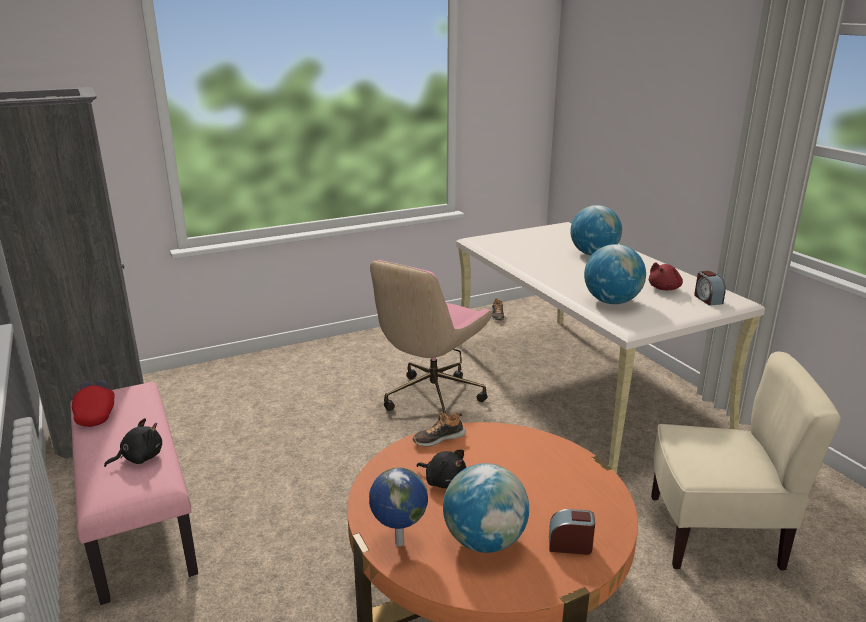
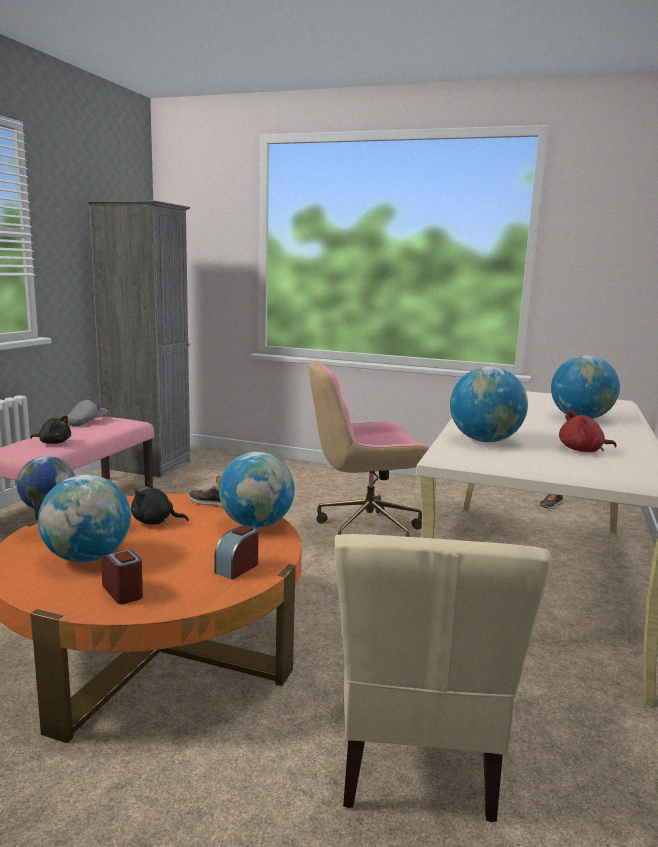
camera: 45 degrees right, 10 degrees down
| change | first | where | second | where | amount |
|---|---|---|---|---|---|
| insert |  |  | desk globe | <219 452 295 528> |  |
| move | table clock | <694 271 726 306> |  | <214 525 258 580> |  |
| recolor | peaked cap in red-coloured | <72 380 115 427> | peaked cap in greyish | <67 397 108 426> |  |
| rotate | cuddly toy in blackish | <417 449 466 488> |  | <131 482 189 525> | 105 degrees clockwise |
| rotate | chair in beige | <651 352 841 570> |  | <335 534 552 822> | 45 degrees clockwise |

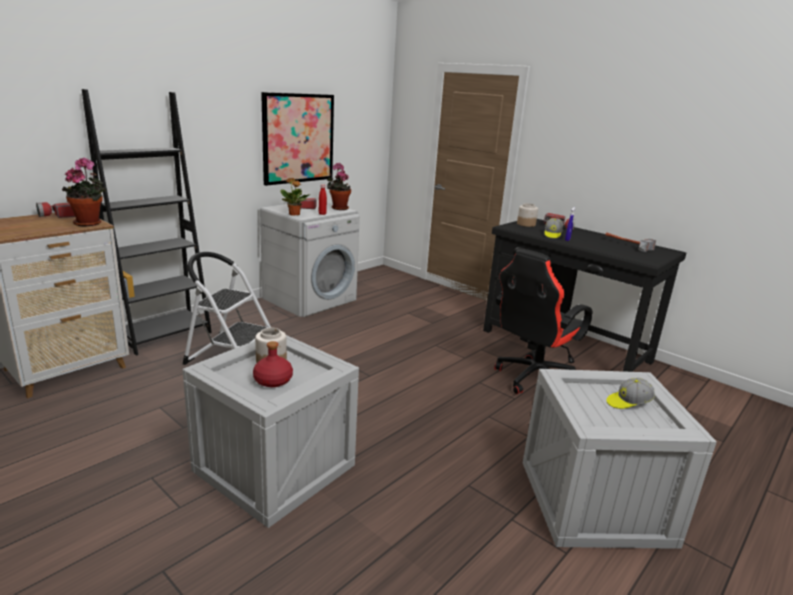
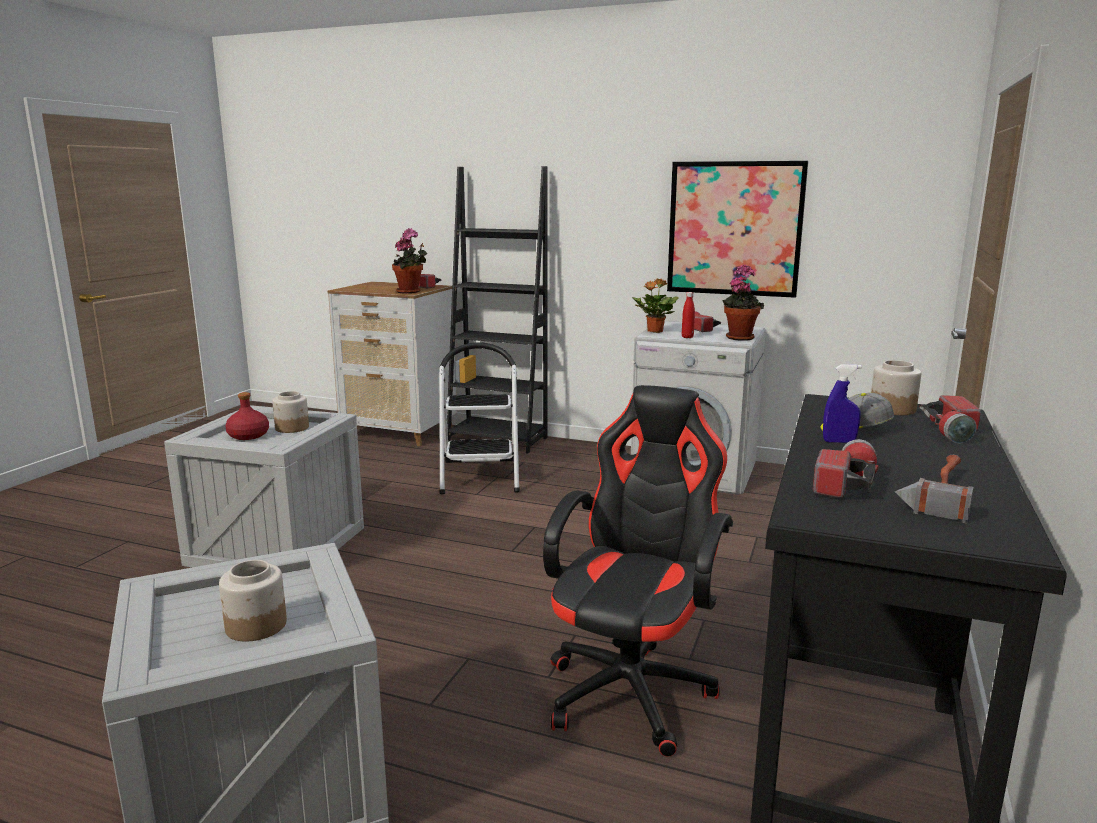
camera: 70 degrees right, 5 degrees down
| change | first | where | second | where | amount |
|---|---|---|---|---|---|
| insert |  |  | hand torch | <813 439 879 498> |  |
| replace | peaked cap | <606 378 655 409> | preserve jar | <219 560 287 642> |  |
| rotate | computer chair in blackish | <494 249 593 394> |  | <543 385 733 757> | 90 degrees clockwise |

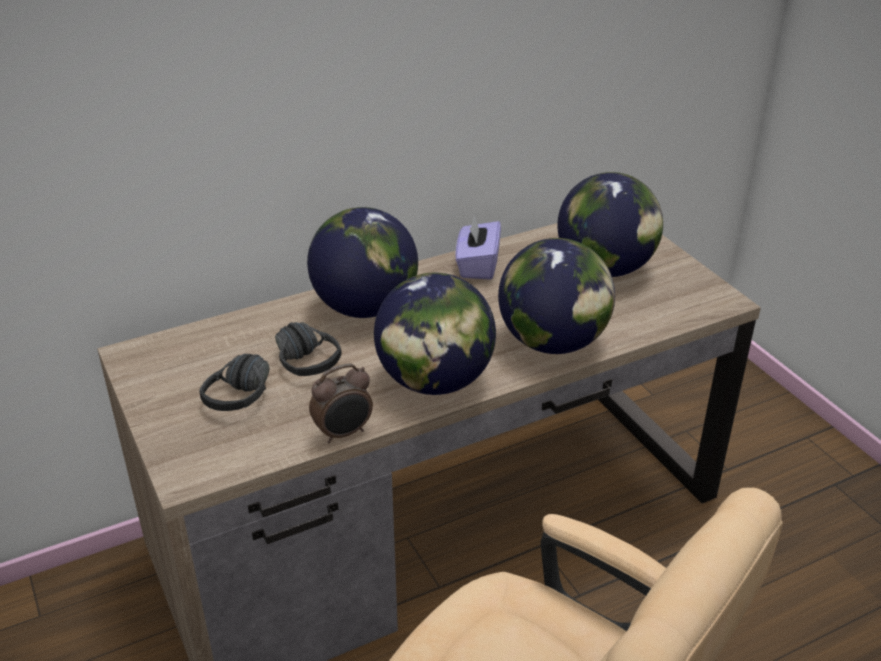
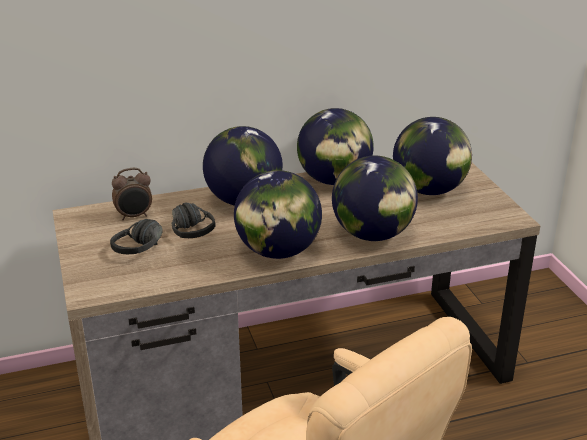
camera: 10 degrees right, 5 degrees down
| change | first | where | second | where | amount |
|---|---|---|---|---|---|
| move | table clock | <309 363 373 443> |  | <112 168 152 220> |  |
| replace | tissue holder in purplish | <455 215 501 280> | desk globe | <297 108 374 185> |  |

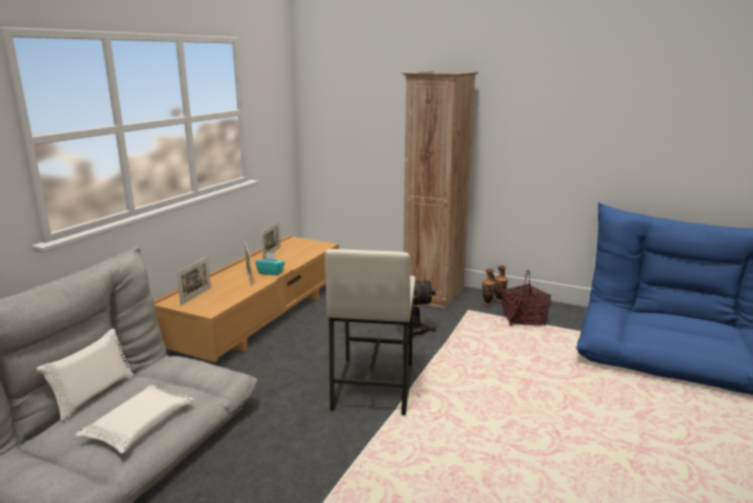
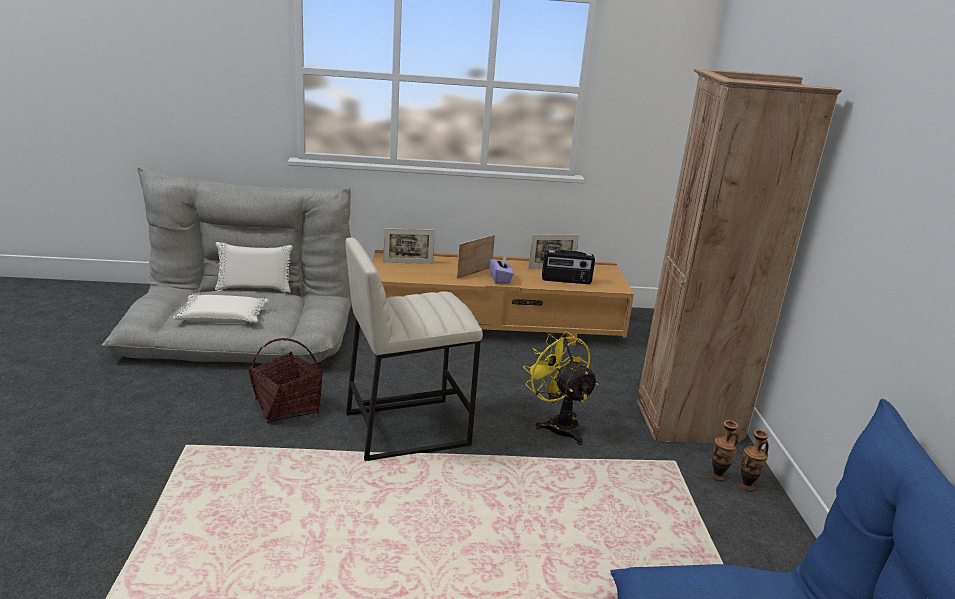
camera: 60 degrees right, 5 degrees up
| change | first | where | second | where | amount |
|---|---|---|---|---|---|
| insert |  |  | radio | <542 250 595 284> |  |
| move | household basket | <502 270 551 326> |  | <249 338 322 424> |  |
| recolor | tissue holder in turquoise-coloured | <255 252 285 275> | tissue holder in purplish | <489 255 514 284> |  |

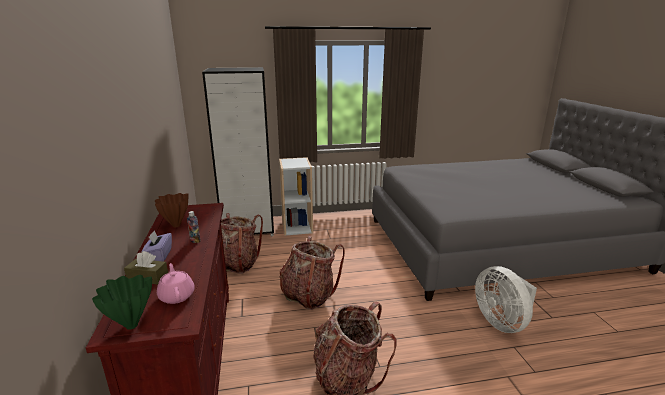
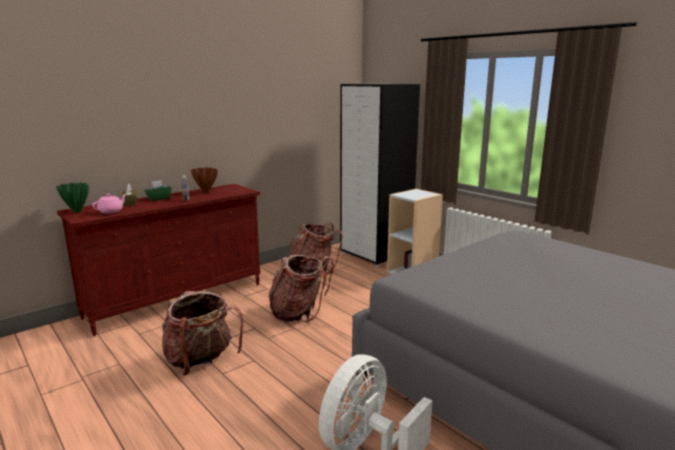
camera: 60 degrees right, 5 degrees down
| change | first | where | second | where | amount |
|---|---|---|---|---|---|
| recolor | tissue holder in purplish | <142 231 172 262> | tissue holder in green-coloured | <144 180 172 201> |  |

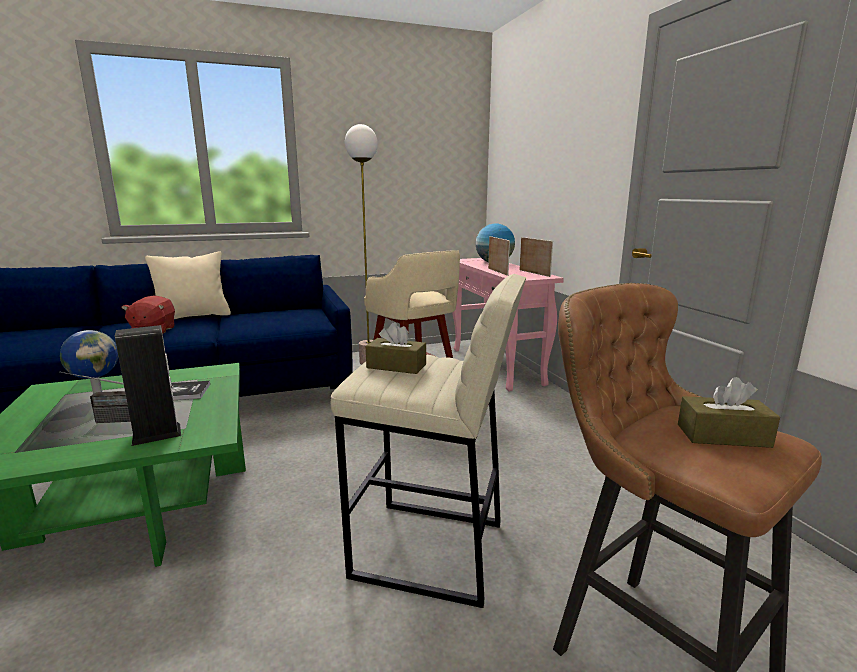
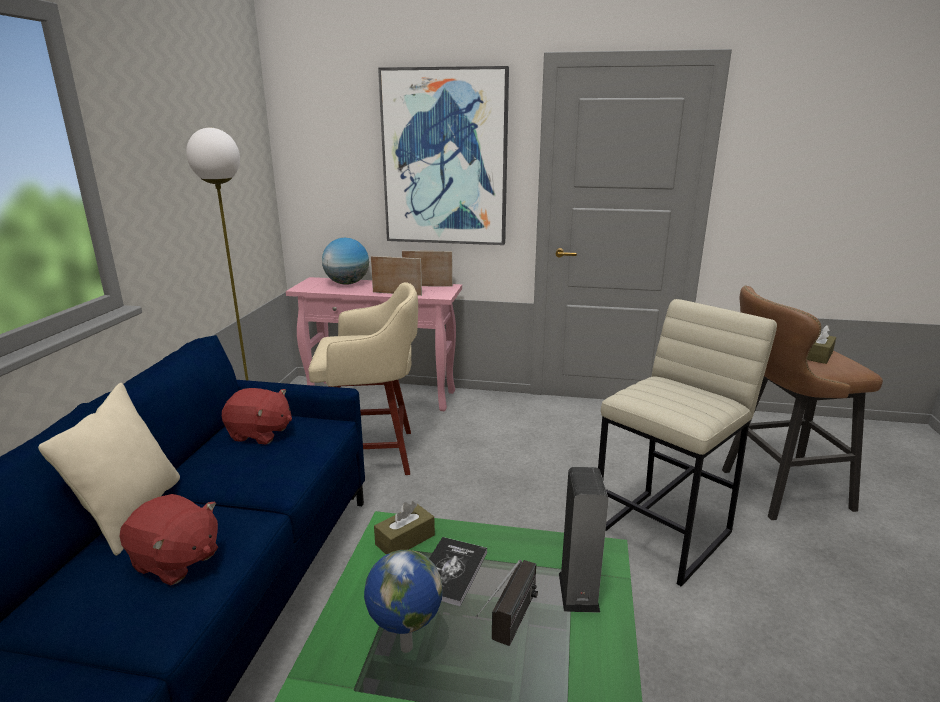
camera: 60 degrees left, 5 degrees up
| change | first | where | second | where | amount |
|---|---|---|---|---|---|
| insert |  |  | cuddly toy in red-coloured | <222 388 292 444> |  |
| insert |  |  | picture | <378 66 509 245> |  |
| move | tissue holder in brownish | <366 322 426 374> |  | <374 501 435 555> |  |

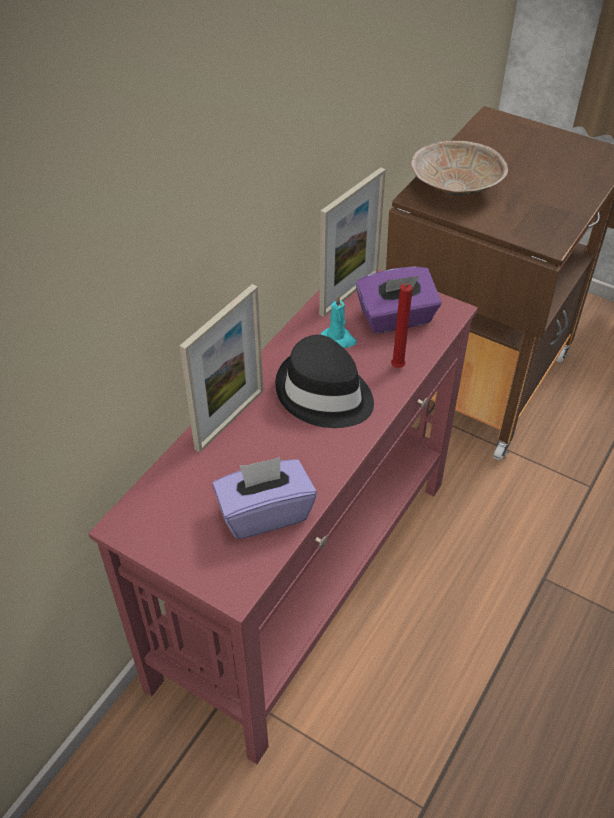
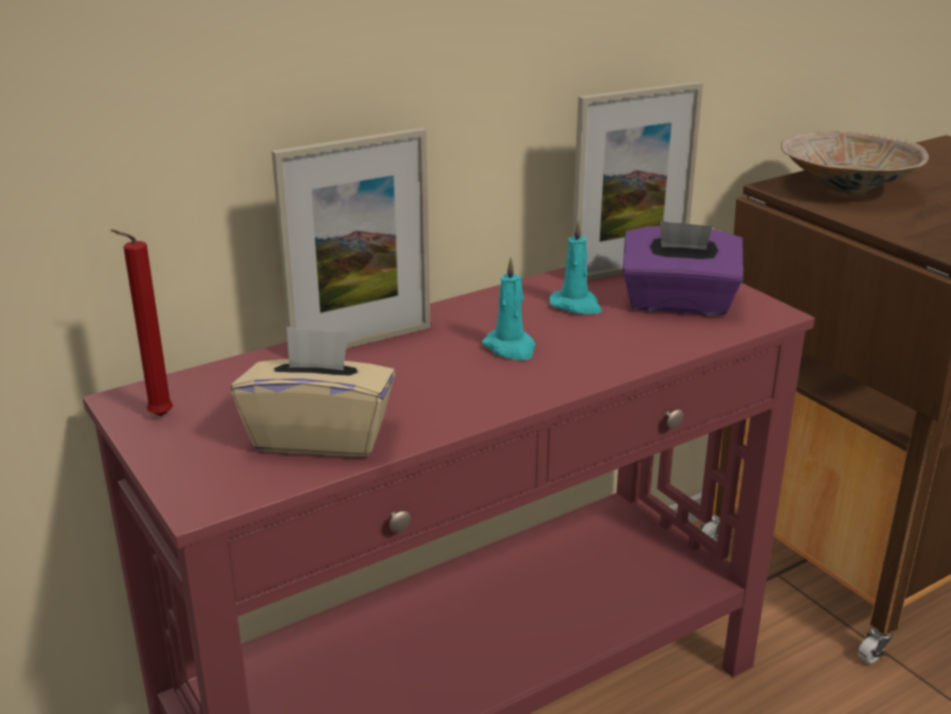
camera: 25 degrees right, 20 degrees down
| change | first | where | second | where | amount |
|---|---|---|---|---|---|
| move | candle in red-coloured | <391 283 413 368> |  | <110 230 173 416> |  |
| replace | wearable hat in blackish | <275 335 374 428> | candle in turquoise-coloured | <482 258 536 361> |  |
| recolor | tissue holder in purplish | <212 457 317 539> | tissue holder in beige | <231 326 395 457> |  |

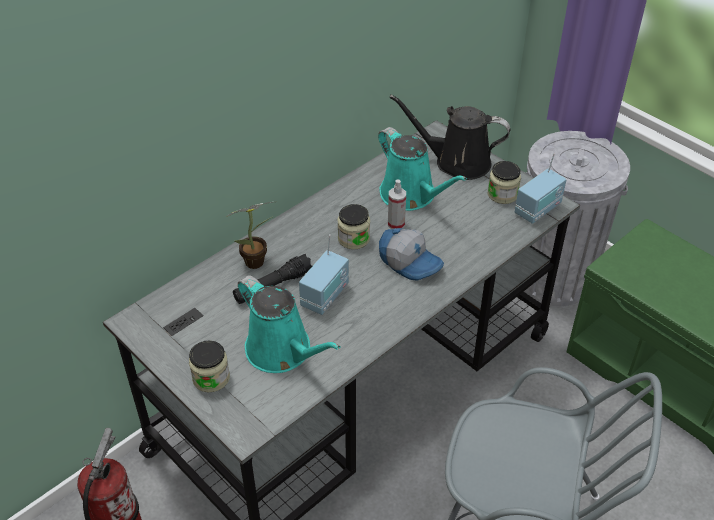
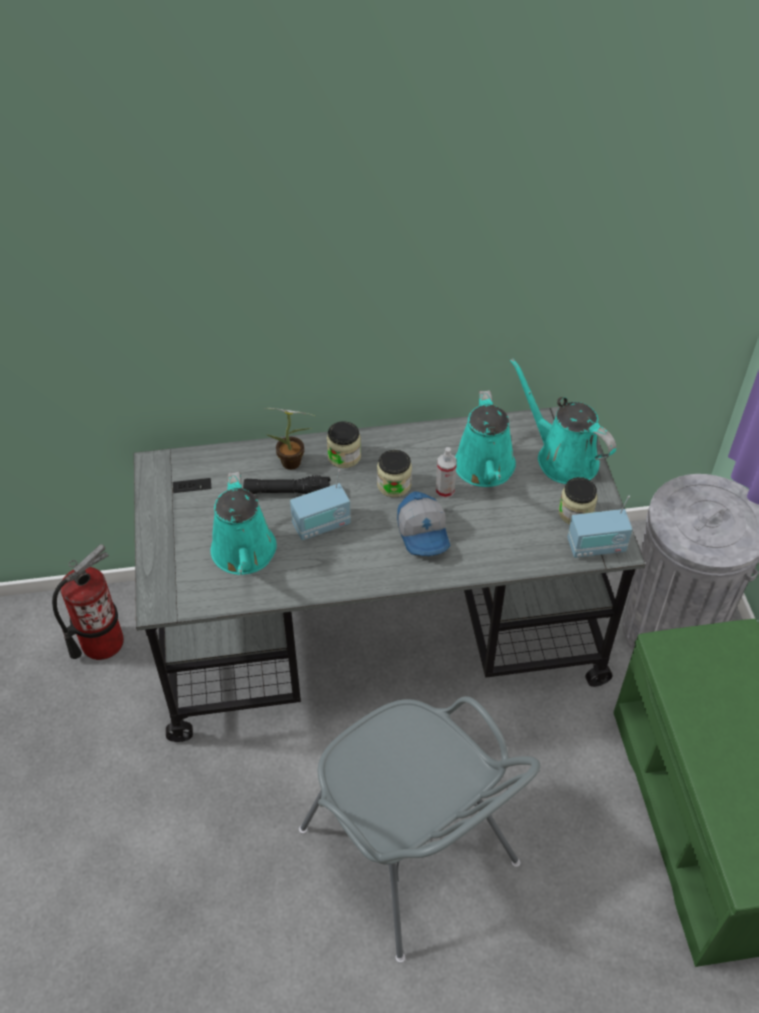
camera: 35 degrees right, 5 degrees up
| change | first | where | second | where | amount |
|---|---|---|---|---|---|
| move | preserve jar | <189 340 230 392> |  | <327 421 361 468> |  |
| recolor | watering can in blackish | <389 95 510 180> | watering can in turquoise-coloured | <510 358 616 484> |  |

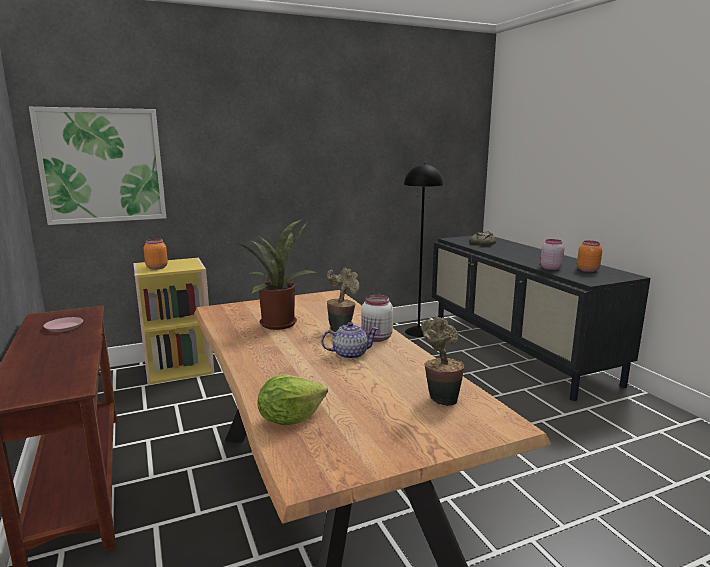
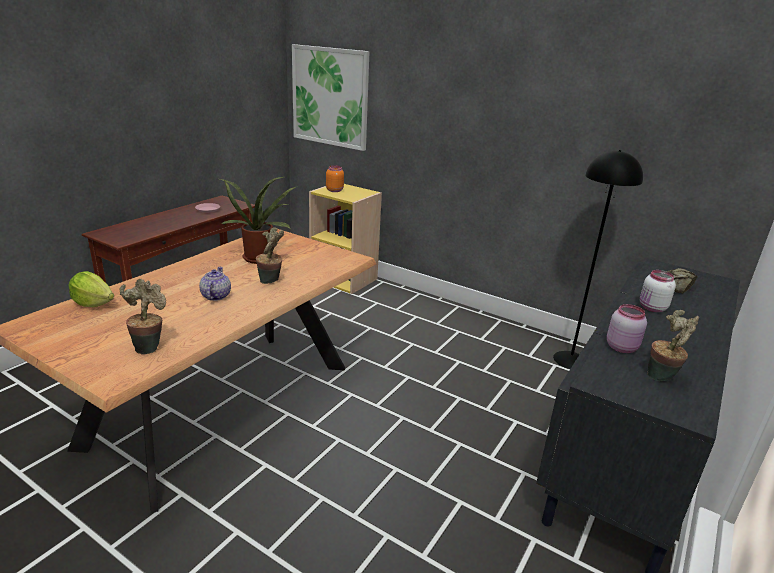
camera: 55 degrees right, 10 degrees up
| change | first | where | second | where | amount |
|---|---|---|---|---|---|
| move | preserve jar in white | <361 295 393 342> |  | <640 270 676 312> |  |
| replace | preserve jar in orange | <577 241 602 272> | houseplant | <647 310 699 381> |  |
| rotate | pot for tea | <321 322 379 359> |  | <199 267 231 301> | 135 degrees counterclockwise |

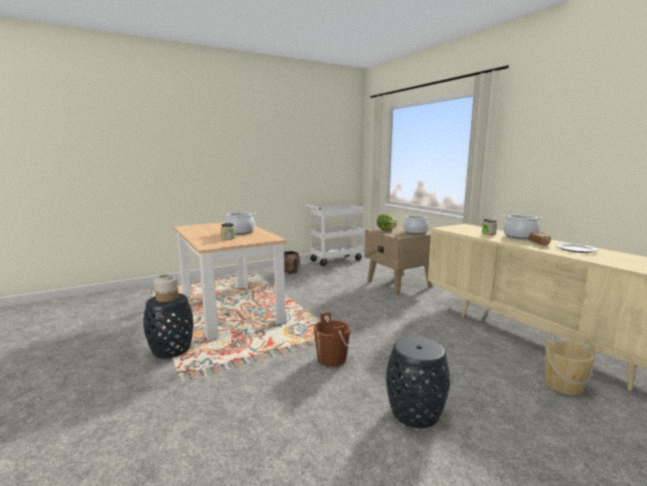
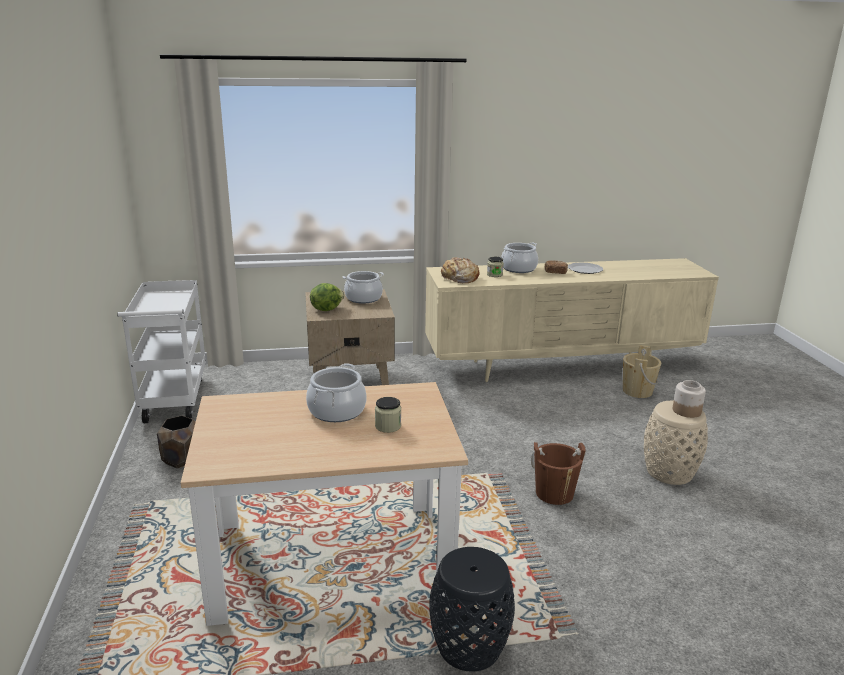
camera: 70 degrees left, 10 degrees up
| change | first | where | second | where | amount |
|---|---|---|---|---|---|
| insert |  |  | bread | <441 257 480 283> |  |
| move | preserve jar | <154 274 179 302> |  | <673 380 706 418> |  |
| recolor | sitting stool in blackish | <386 337 450 428> | sitting stool in beige | <644 401 708 485> |  |

